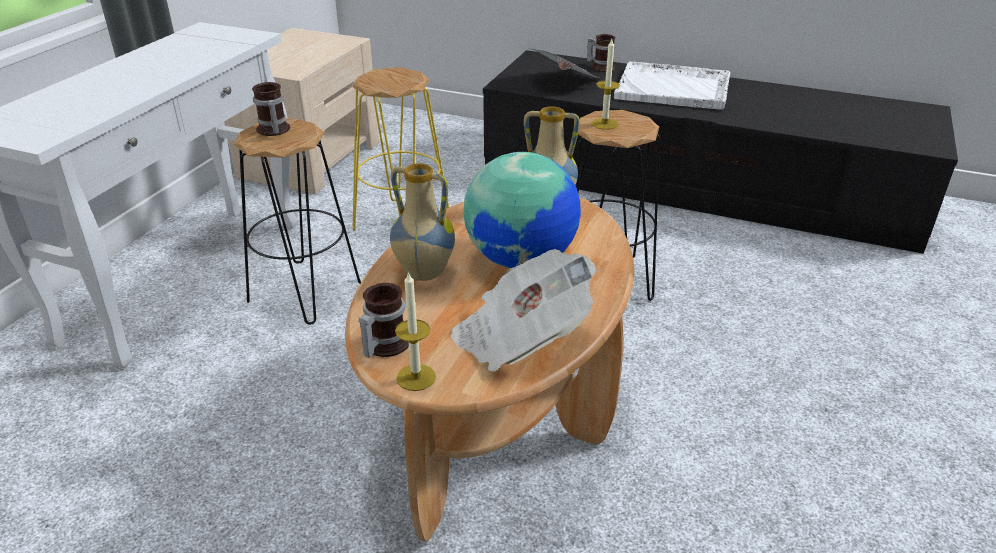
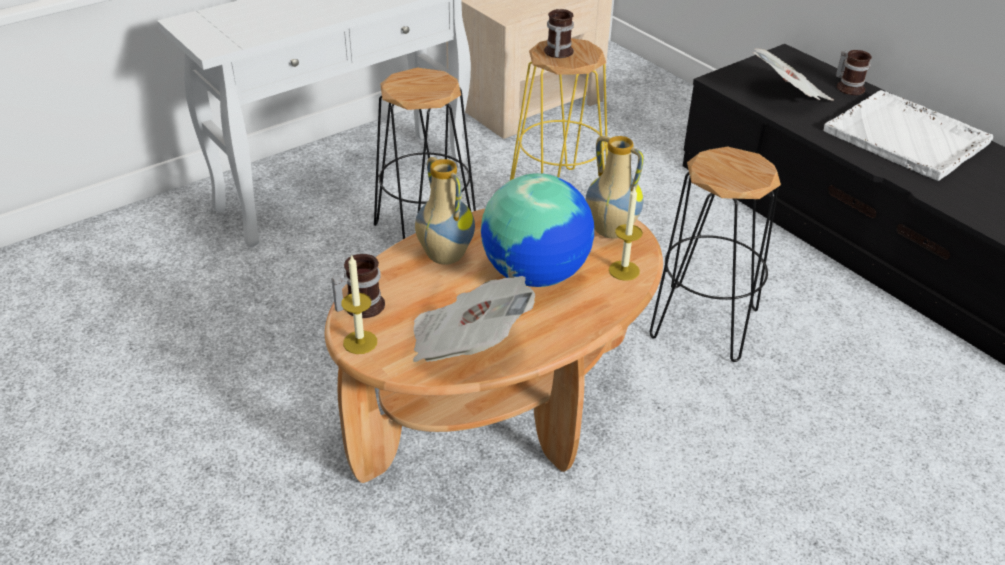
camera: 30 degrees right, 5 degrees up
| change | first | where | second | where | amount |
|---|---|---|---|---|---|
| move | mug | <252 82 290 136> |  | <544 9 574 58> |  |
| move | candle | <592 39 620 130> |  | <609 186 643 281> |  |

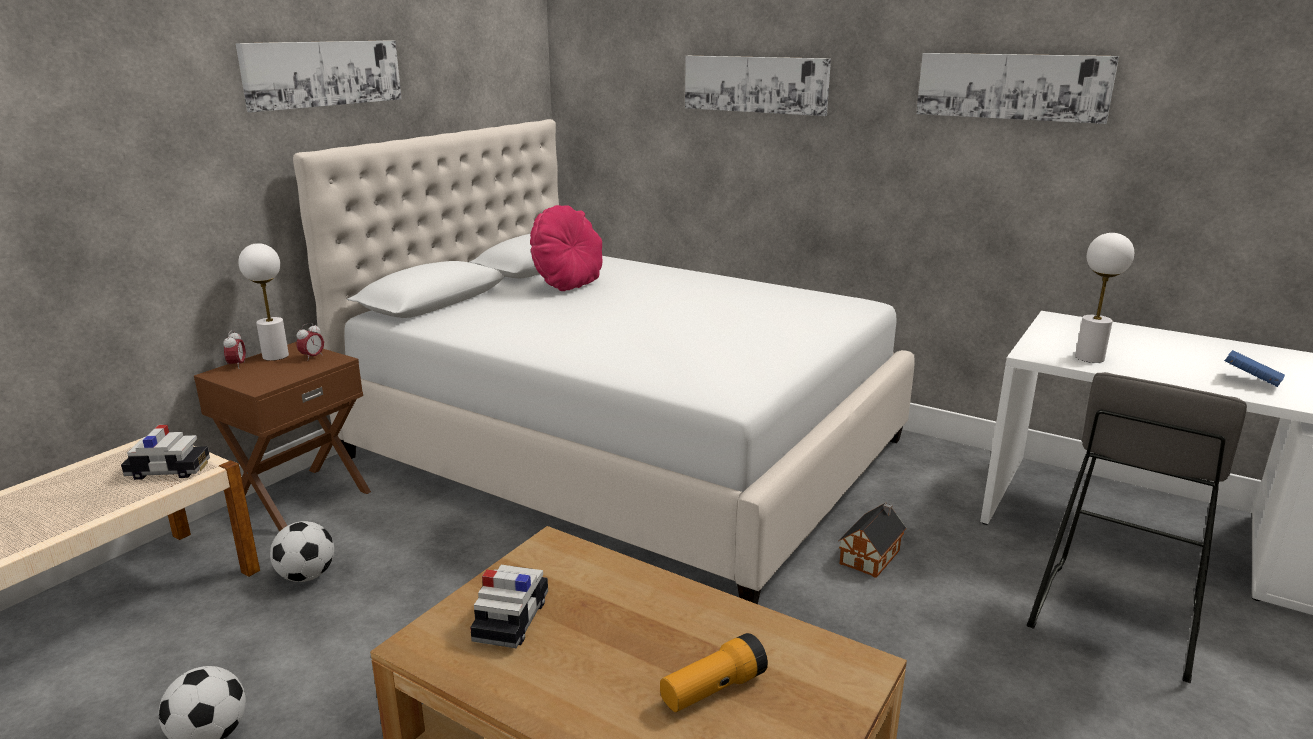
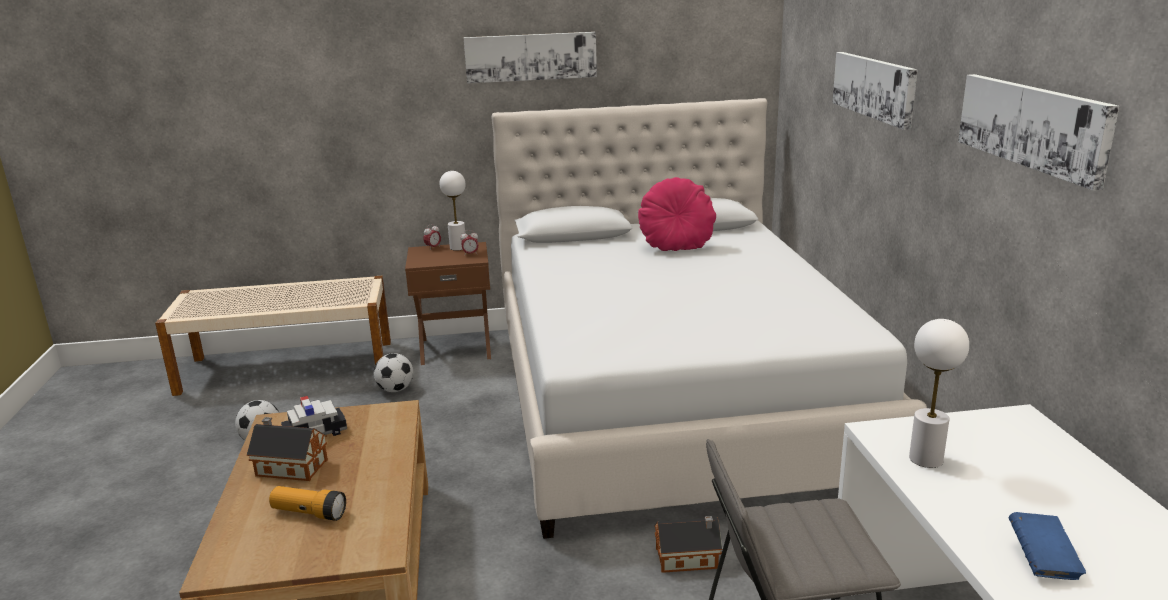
camera: 50 degrees right, 0 degrees up
| change | first | where | second | where | amount |
|---|---|---|---|---|---|
| delete | toy car | <121 425 210 480> |  |  |  |
| insert |  |  | model house | <247 417 328 481> |  |

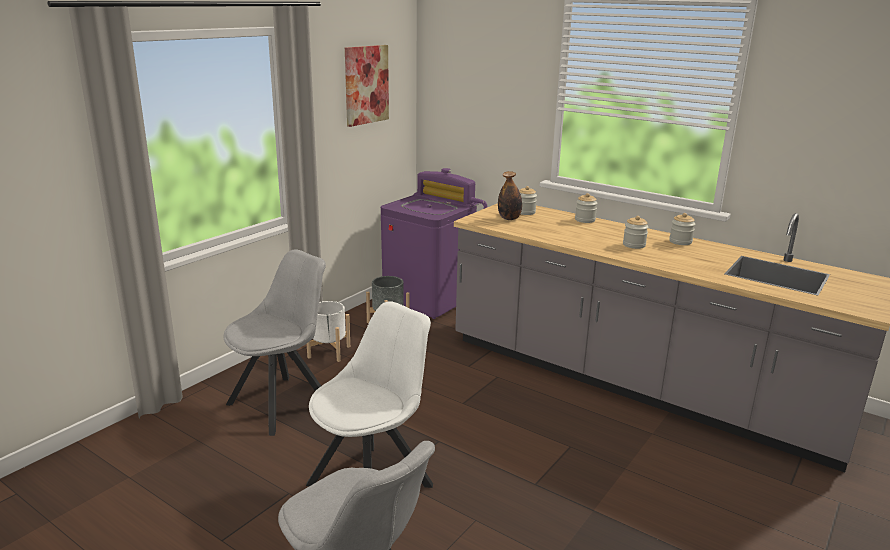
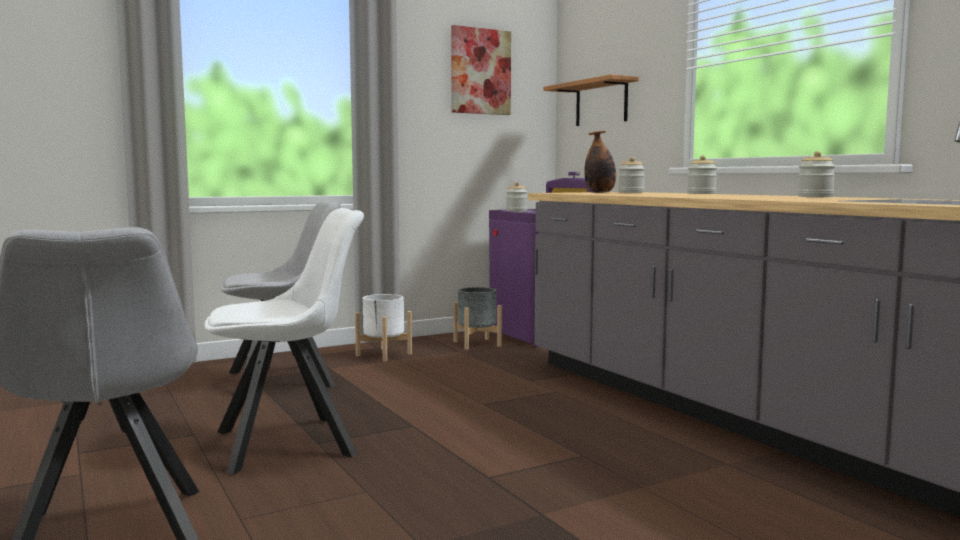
camera: 25 degrees right, 15 degrees down
| change | first | where | second | where | amount |
|---|---|---|---|---|---|
| insert |  |  | shelf | <543 74 639 126> |  |
| move | preserve jar | <623 216 648 249> |  | <506 182 527 211> |  |

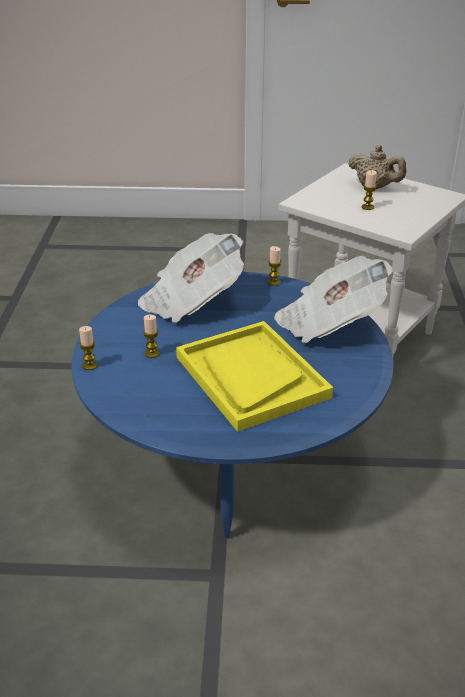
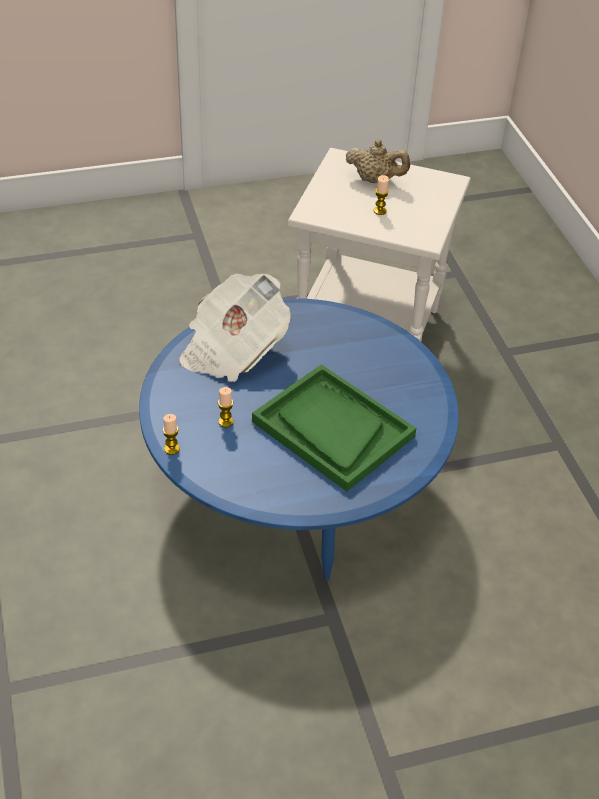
camera: 20 degrees left, 10 degrees up
| change | first | where | second | where | amount |
|---|---|---|---|---|---|
| delete | candle | <268 246 281 286> |  |  |  |
| delete | printed paper | <274 256 393 343> |  |  |  |
| recolor | serving tray in yellow-coloured | <176 321 333 432> | serving tray in green-coloured | <252 364 416 492> |  |

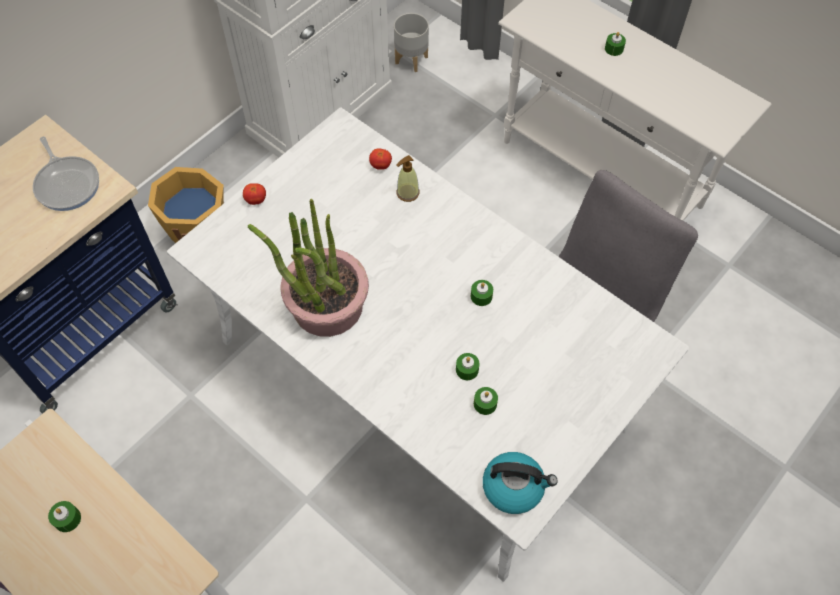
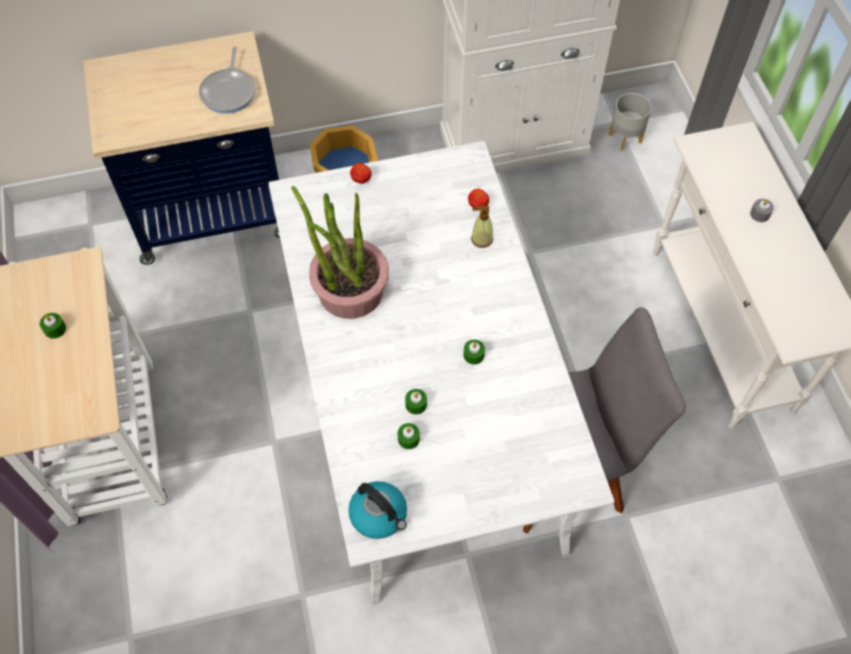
camera: 35 degrees right, 0 degrees up
| change | first | where | second | where | amount |
|---|---|---|---|---|---|
| recolor | candle in green-coloured | <605 32 626 56> | candle in greyish | <750 199 774 222> |  |

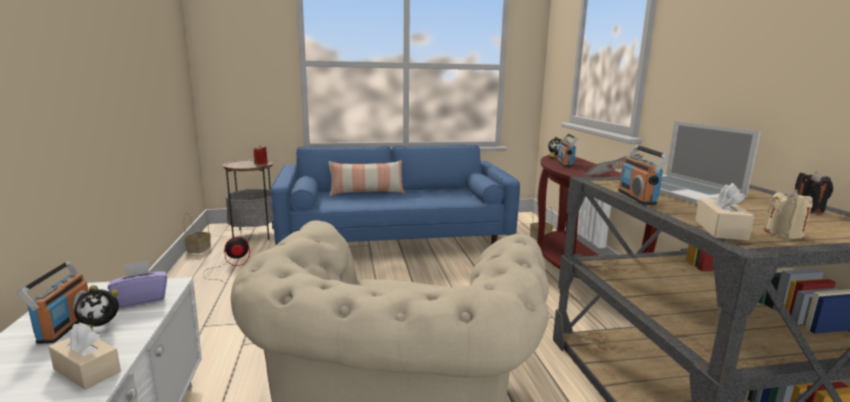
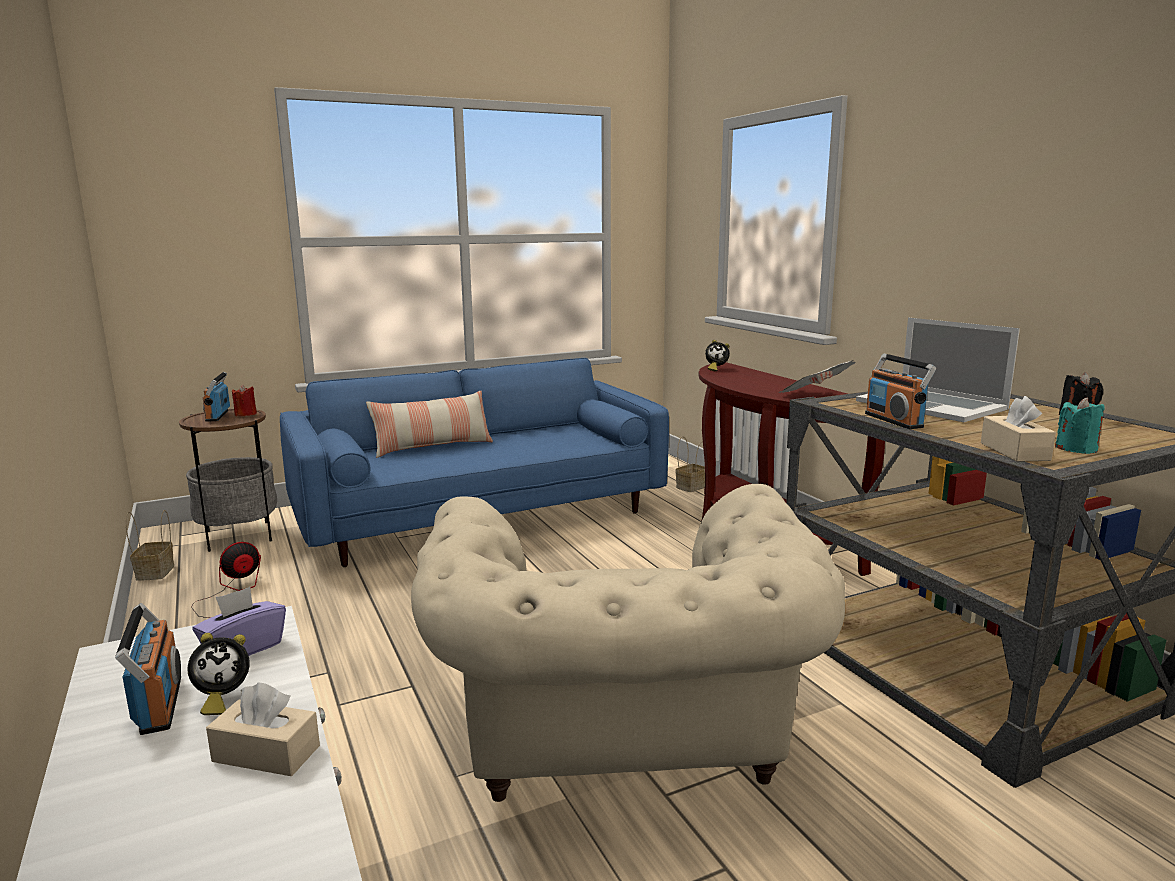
camera: 15 degrees left, 0 degrees up
| change | first | where | second | where | amount |
|---|---|---|---|---|---|
| move | radio | <557 133 578 167> |  | <203 372 230 422> |  |
| recolor | candle in beige | <763 189 813 239> | candle in turquoise-coloured | <1055 397 1105 454> |  |

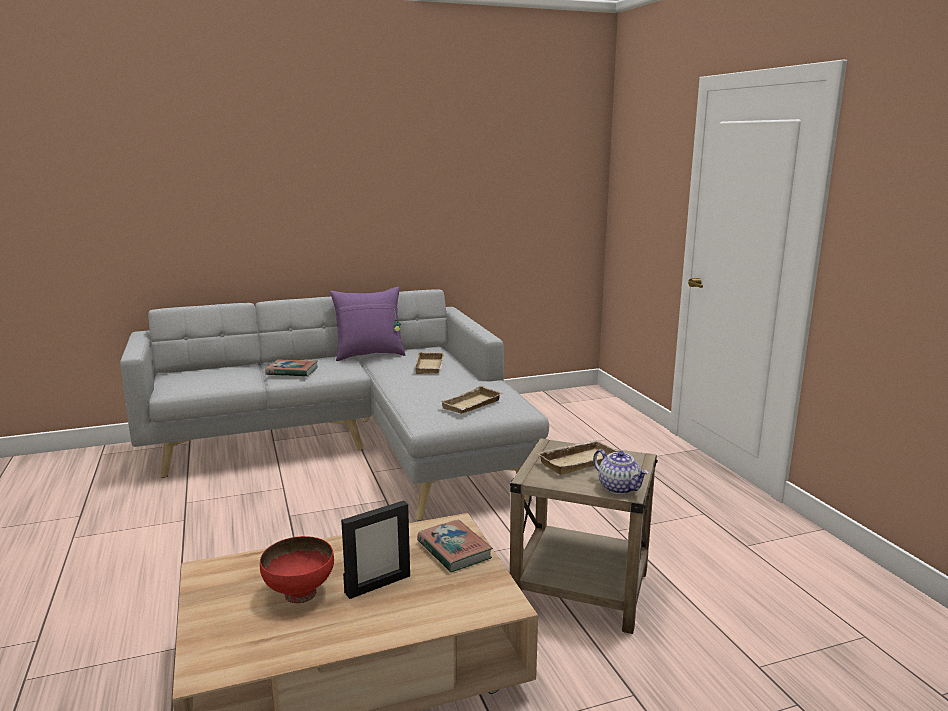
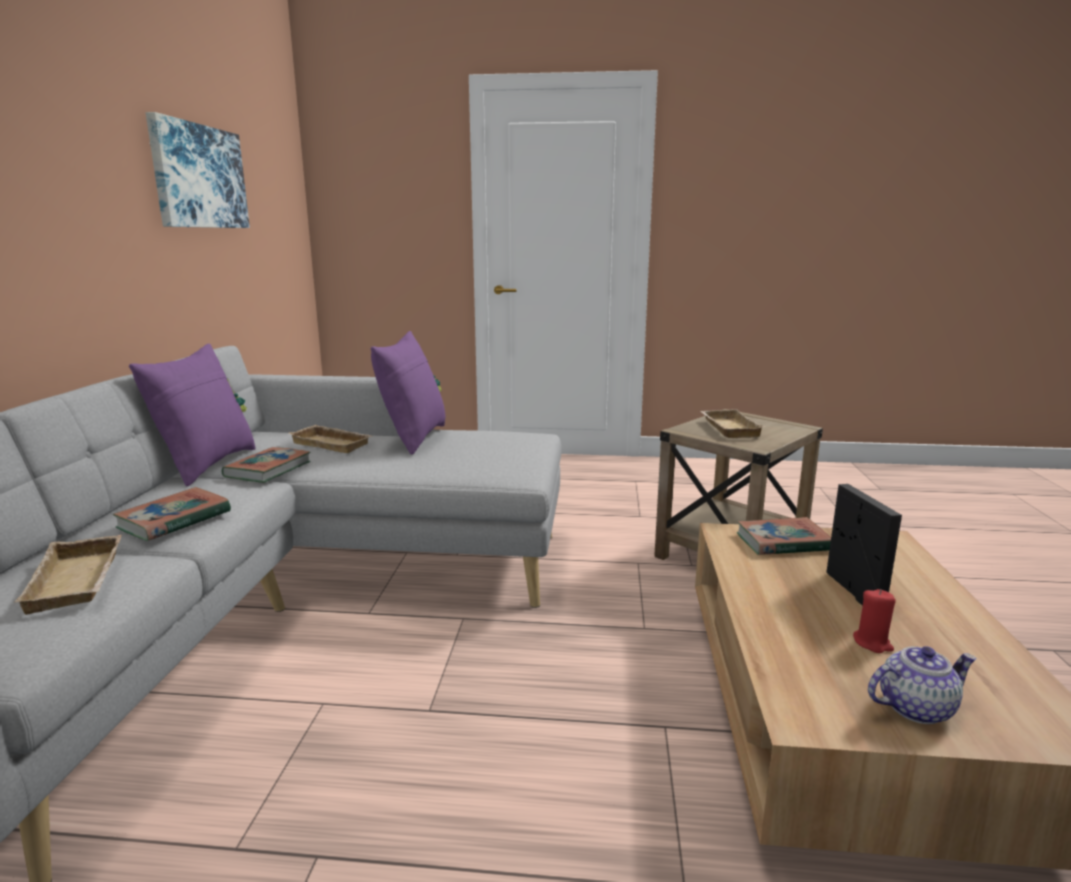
camera: 65 degrees left, 0 degrees up
| change | first | where | second | where | amount |
|---|---|---|---|---|---|
| insert |  |  | picture | <146 112 250 228> |  |
| insert |  |  | bound book | <222 447 310 483> |  |
| insert |  |  | pillow in purplish | <371 331 445 455> |  |
| move | serving tray in beige | <440 385 503 414> |  | <14 535 122 615> |  |
| move | pot for tea | <593 449 649 494> |  | <868 646 977 724> |  |
| replace | deep dish in red-coloured | <260 536 334 603> | candle in red-coloured | <853 589 896 653> |  |

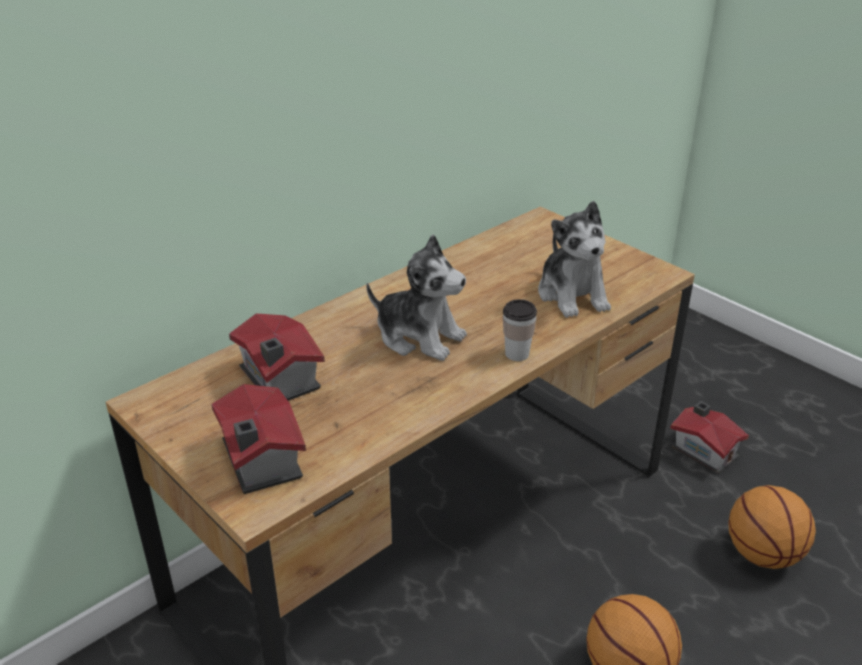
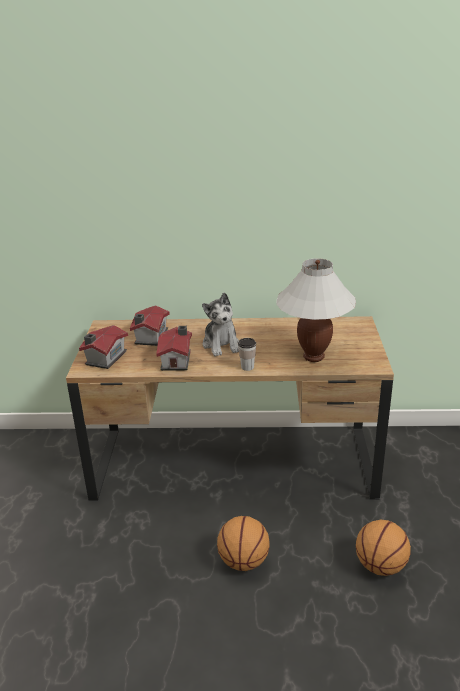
camera: 45 degrees right, 5 degrees down
| change | first | where | second | where | amount |
|---|---|---|---|---|---|
| move | model house | <670 401 749 474> |  | <156 326 192 371> |  |
| replace | cuddly toy | <538 201 611 318> | lamp for a table in white | <276 258 356 362> |  |

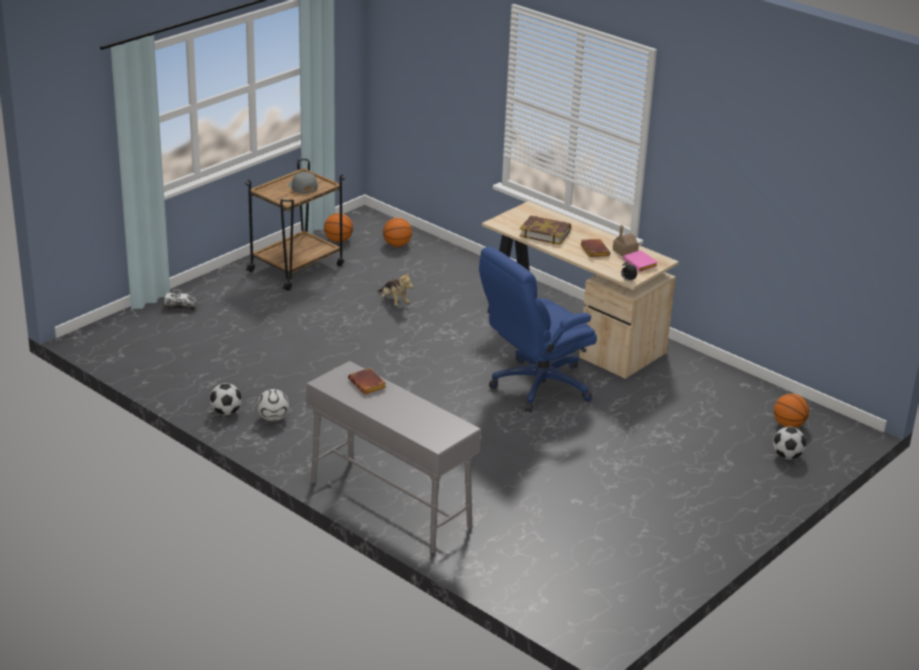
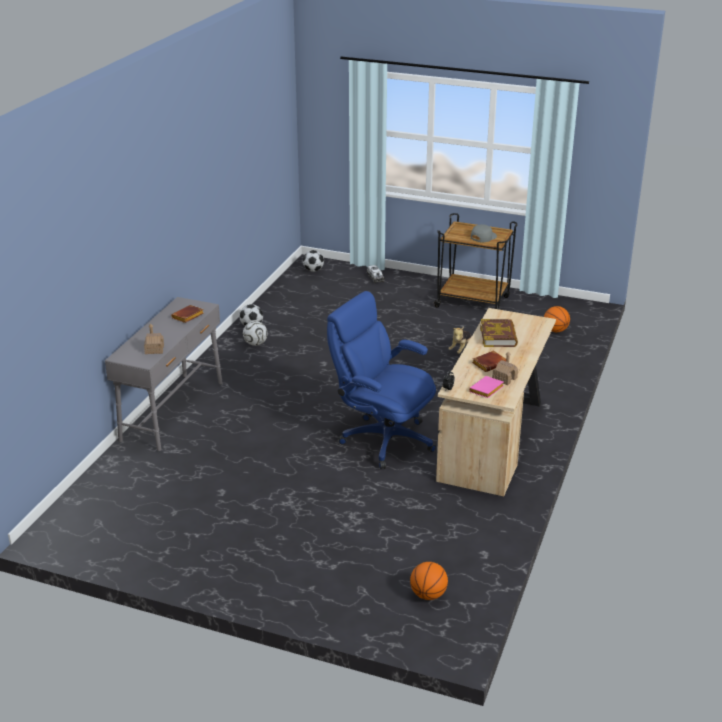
camera: 70 degrees right, 0 degrees up
| change | first | where | second | where | amount |
|---|---|---|---|---|---|
| delete | basketball ball | <324 213 353 242> |  |  |  |
| insert |  |  | model house | <144 323 164 354> |  |
| move | football | <773 427 806 459> |  | <303 250 324 272> |  |

